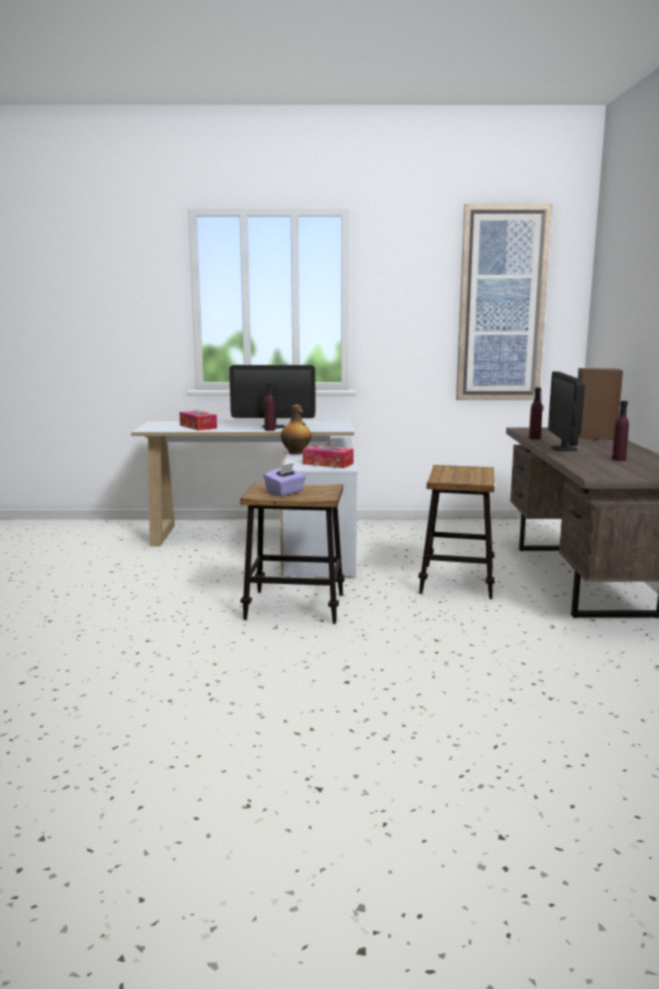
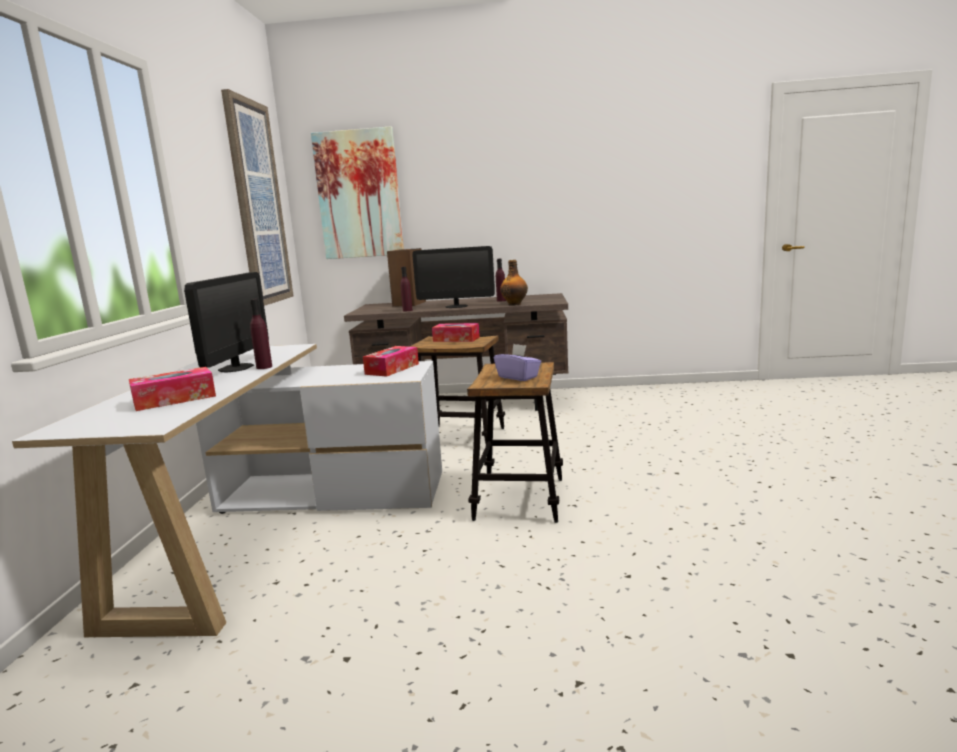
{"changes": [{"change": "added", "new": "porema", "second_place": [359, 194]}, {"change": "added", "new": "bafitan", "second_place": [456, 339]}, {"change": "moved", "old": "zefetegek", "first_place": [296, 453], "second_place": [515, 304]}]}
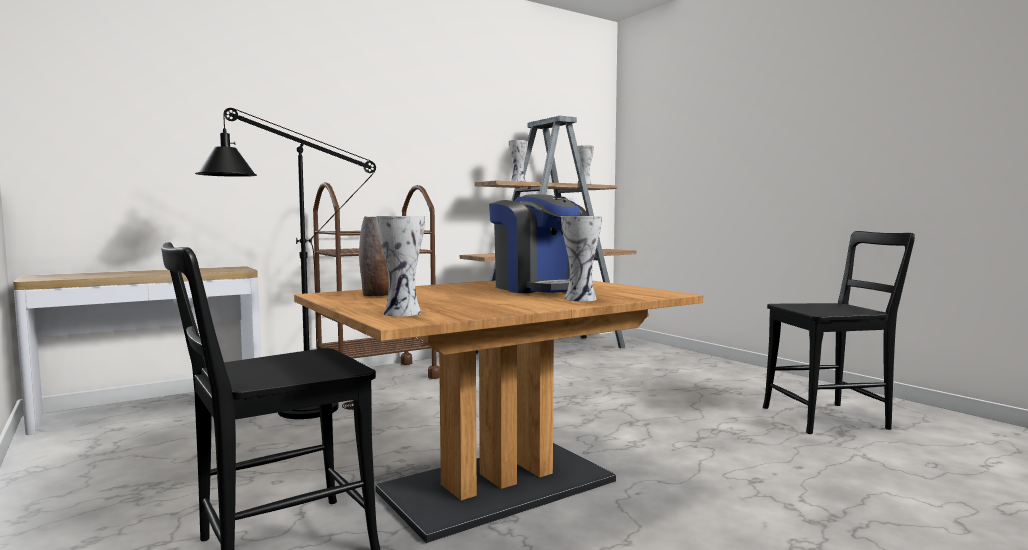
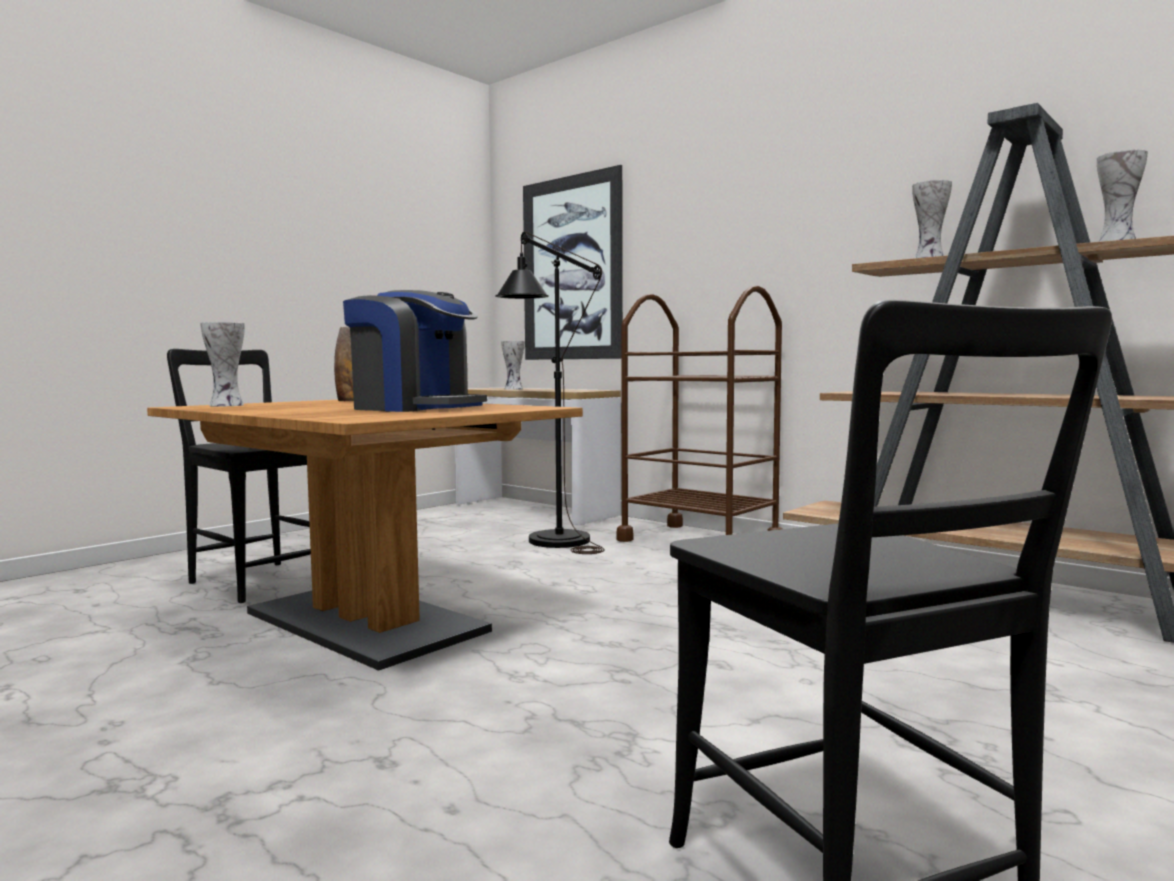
{"changes": [{"change": "added", "new": "porema", "second_place": [571, 268]}, {"change": "moved", "old": "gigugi", "first_place": [582, 299], "second_place": [514, 389]}, {"change": "turned", "old": "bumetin", "first_place": [540, 288], "second_place": [416, 408], "degrees": -105}]}
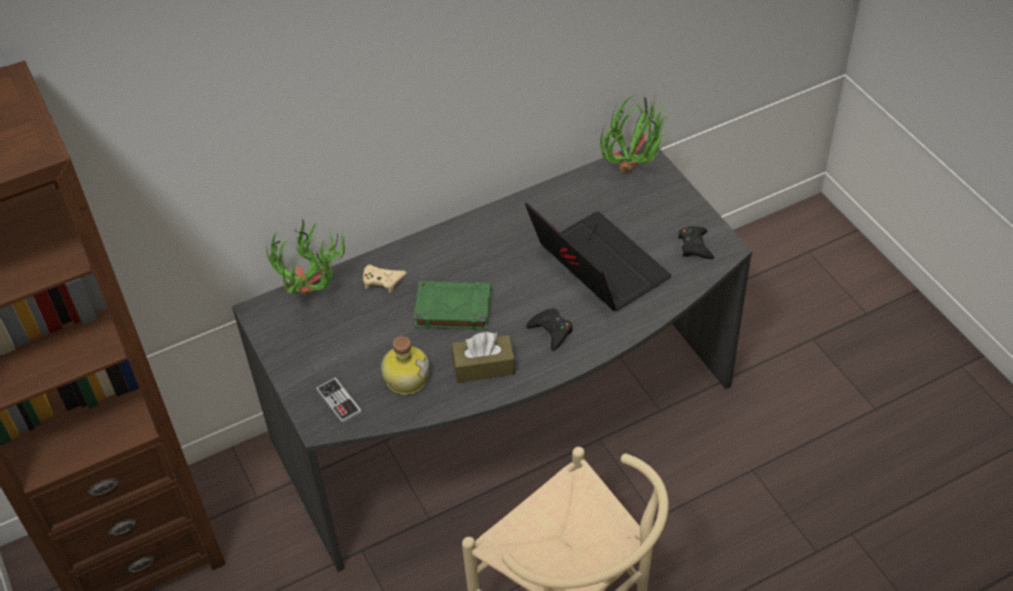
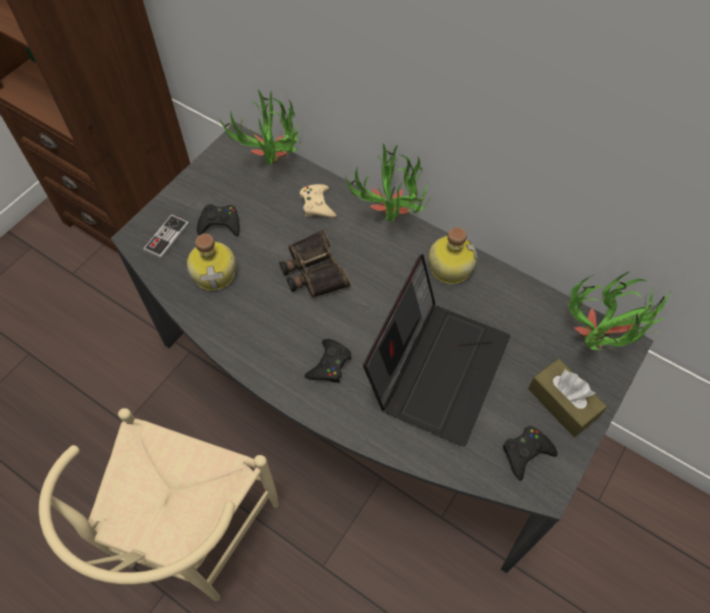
{"changes": [{"change": "added", "new": "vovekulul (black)", "second_place": [220, 223]}, {"change": "added", "new": "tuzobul", "second_place": [389, 222]}, {"change": "added", "new": "zefetegek", "second_place": [449, 267]}, {"change": "moved", "old": "bafitan (brown)", "first_place": [483, 366], "second_place": [562, 403]}, {"change": "replaced", "old": "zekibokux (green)", "new": "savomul", "first_place": [452, 309], "second_place": [312, 271]}]}
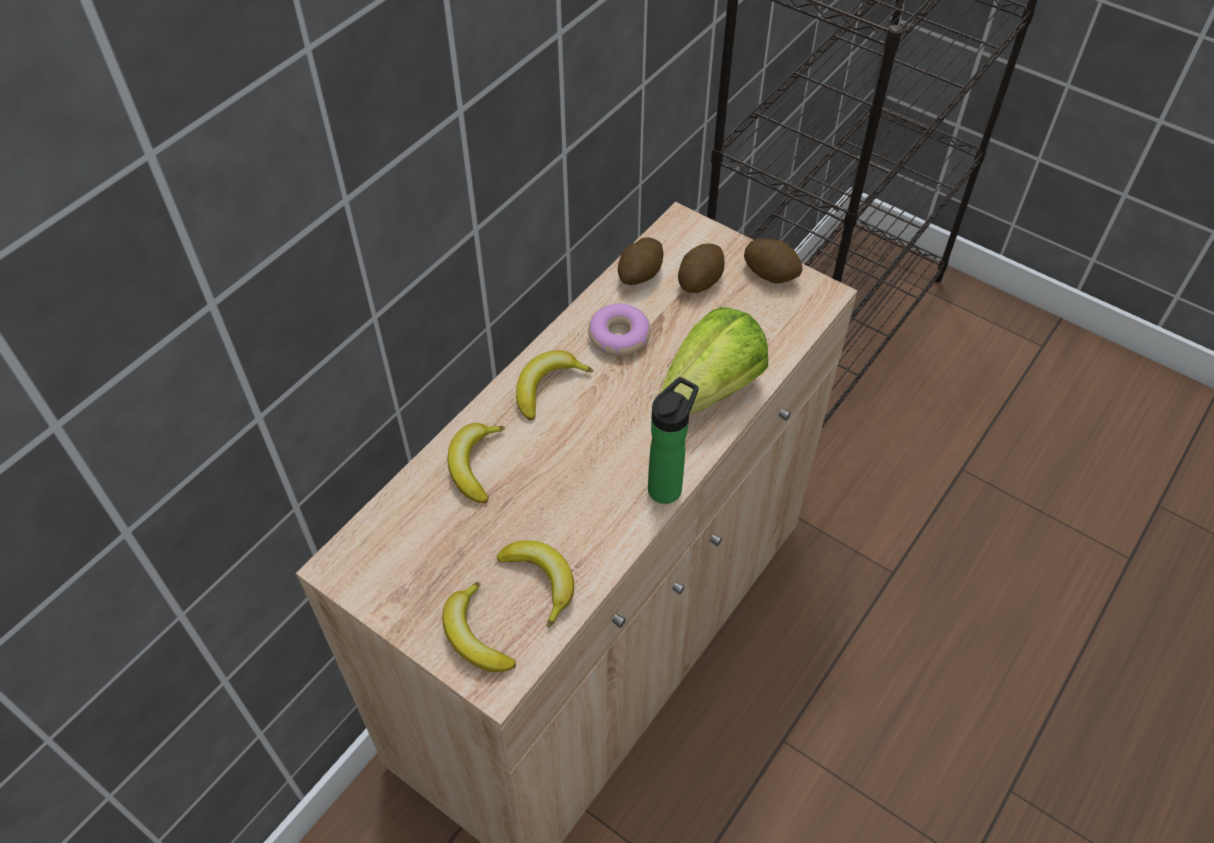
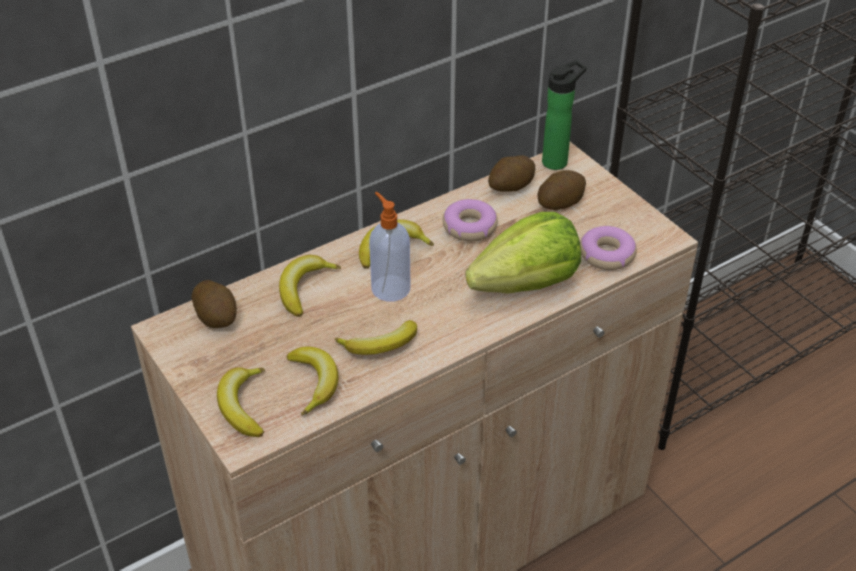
{"changes": [{"change": "added", "new": "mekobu", "second_place": [381, 346]}, {"change": "added", "new": "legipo", "second_place": [390, 287]}, {"change": "added", "new": "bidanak", "second_place": [606, 254]}, {"change": "moved", "old": "zefetegek", "first_place": [667, 486], "second_place": [558, 161]}, {"change": "moved", "old": "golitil", "first_place": [771, 273], "second_place": [217, 317]}]}
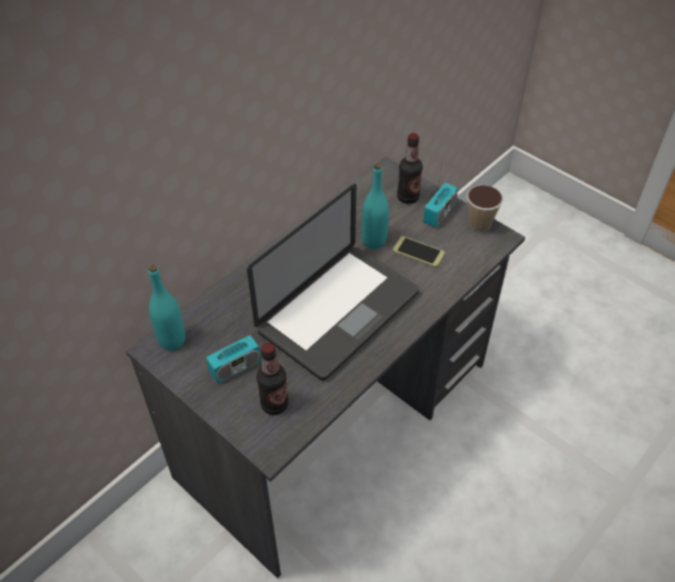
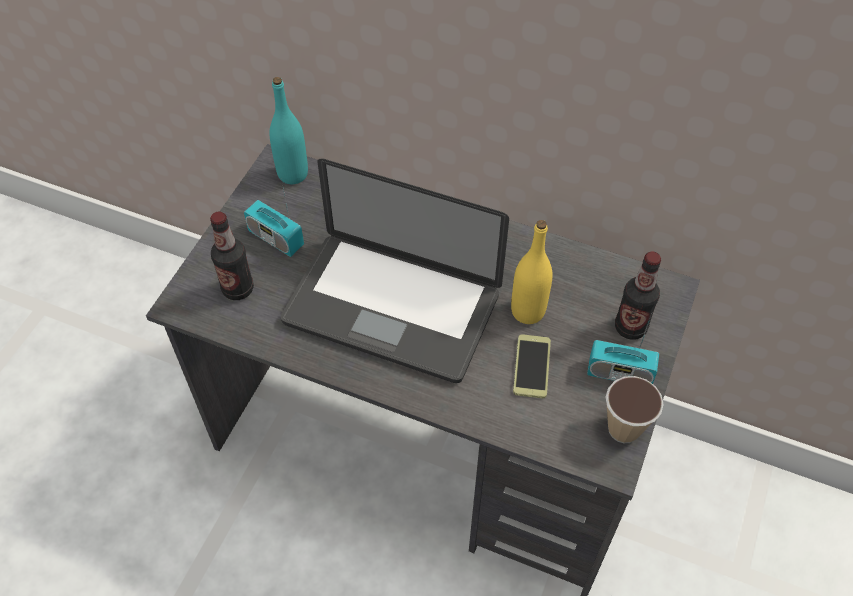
{"changes": [{"change": "recoloured", "old": "zefetegek (turquoise)", "new": "zefetegek (yellow)", "first_place": [374, 241], "second_place": [528, 311]}]}
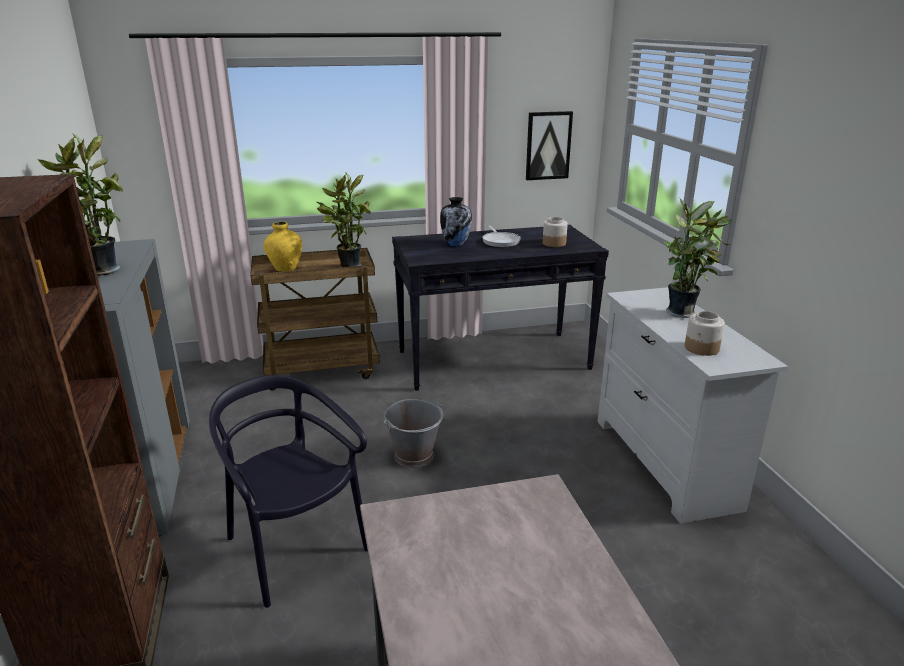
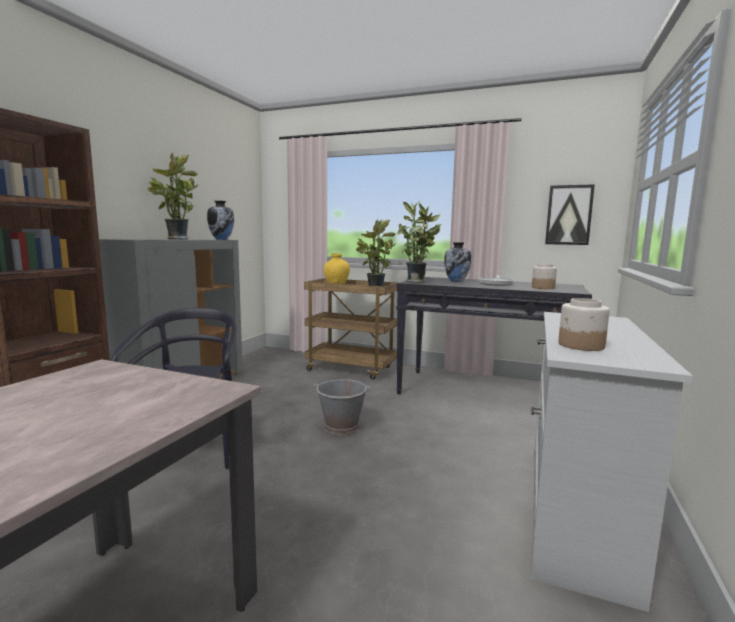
{"changes": [{"change": "added", "new": "gigugi", "second_place": [222, 239]}, {"change": "moved", "old": "tuzobul", "first_place": [683, 312], "second_place": [418, 281]}]}
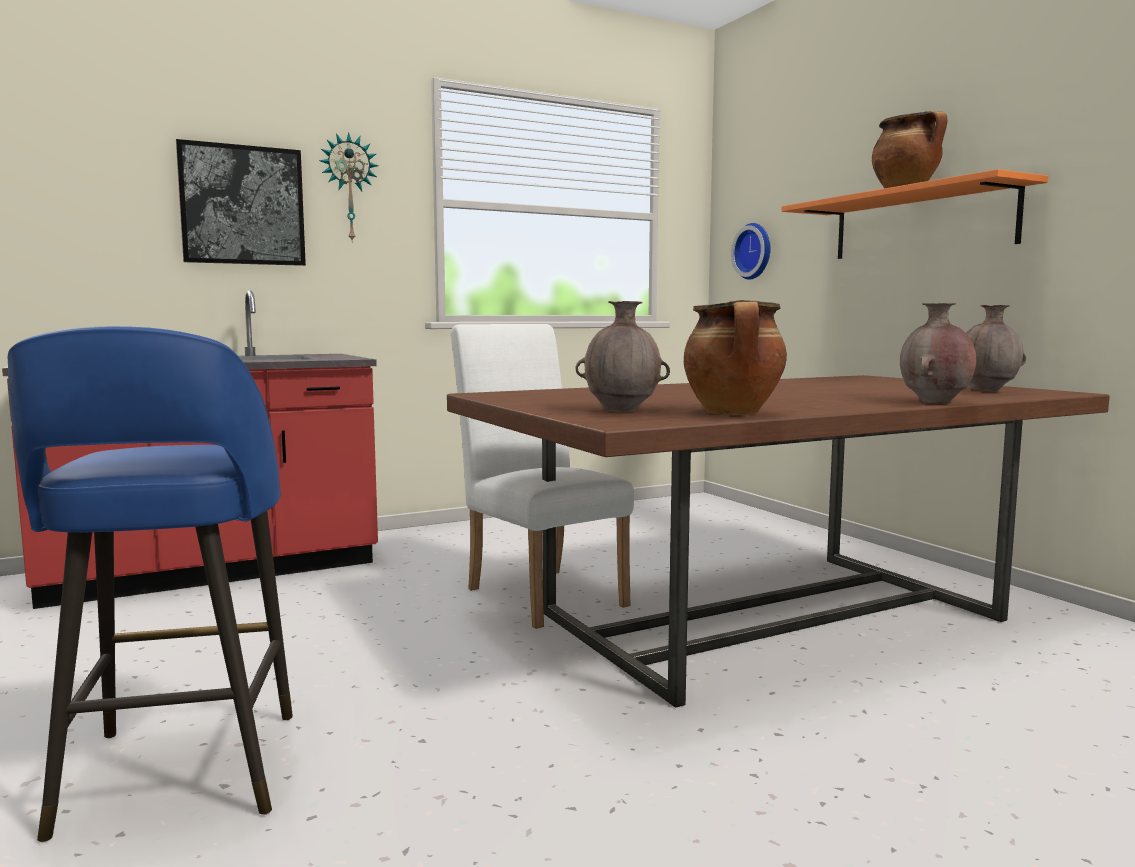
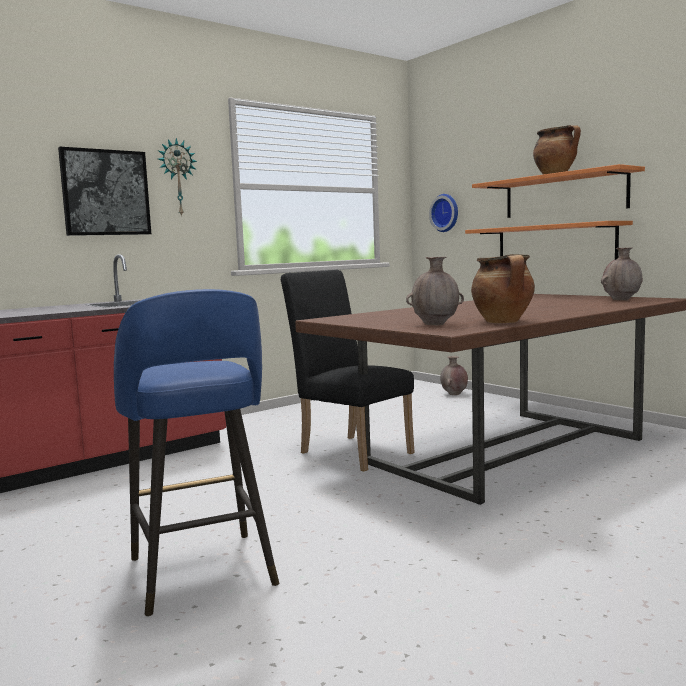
{"changes": [{"change": "added", "new": "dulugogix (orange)", "second_place": [555, 243]}, {"change": "moved", "old": "gigugi (brown)", "first_place": [935, 402], "second_place": [454, 394]}, {"change": "recoloured", "old": "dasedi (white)", "new": "dasedi (black)", "first_place": [540, 593], "second_place": [351, 450]}]}
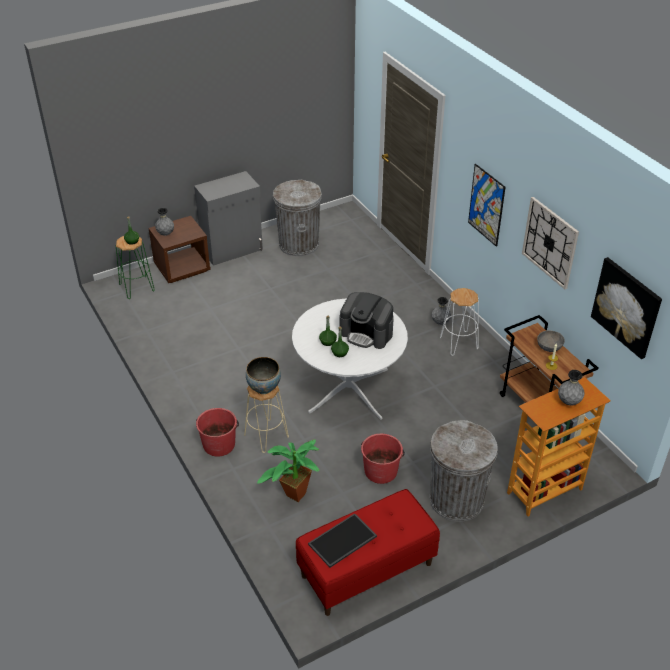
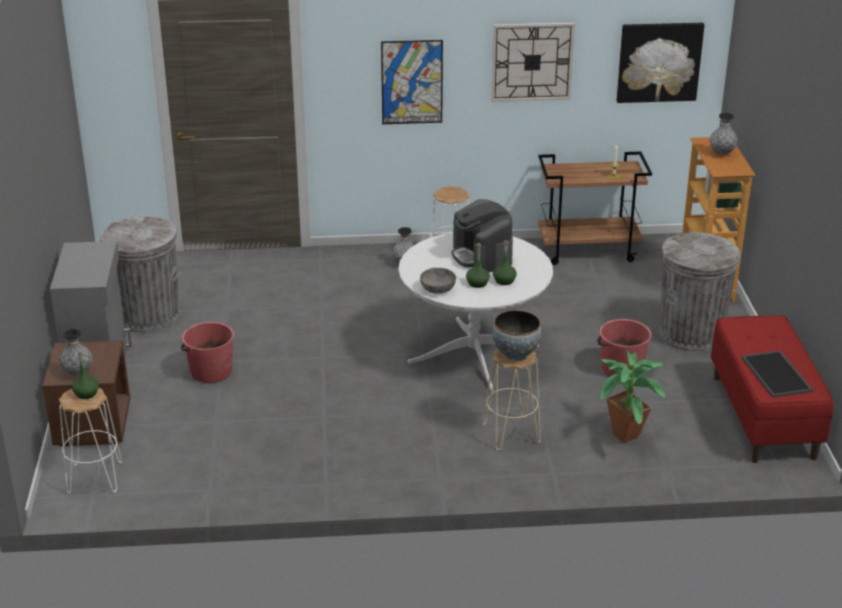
{"changes": [{"change": "moved", "old": "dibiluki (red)", "first_place": [219, 444], "second_place": [210, 371]}, {"change": "moved", "old": "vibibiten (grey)", "first_place": [549, 347], "second_place": [438, 289]}, {"change": "recoloured", "old": "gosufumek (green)", "new": "gosufumek (white)", "first_place": [136, 287], "second_place": [94, 478]}, {"change": "turned", "old": "bumetin", "first_place": [366, 333], "second_place": [482, 256], "degrees": 105}]}
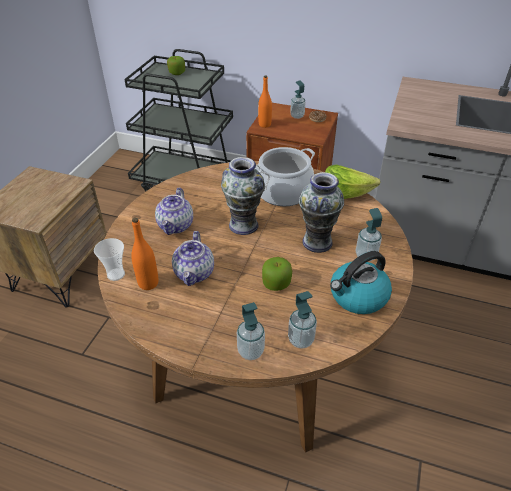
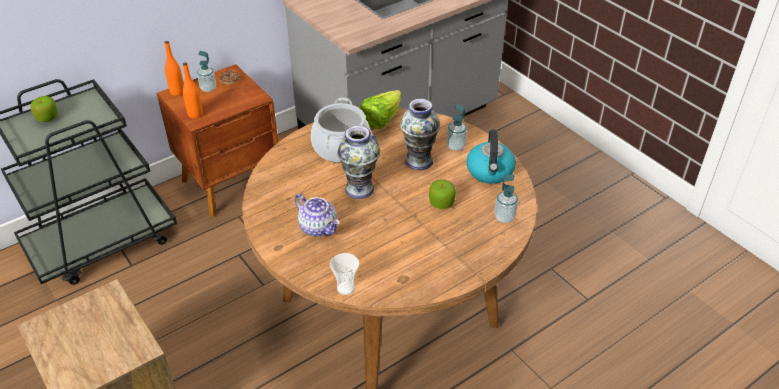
{"changes": [{"change": "removed", "old": "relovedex", "first_place": [195, 273]}, {"change": "removed", "old": "legipo", "first_place": [250, 351]}, {"change": "moved", "old": "zefetegek (orange)", "first_place": [148, 283], "second_place": [177, 92]}]}
